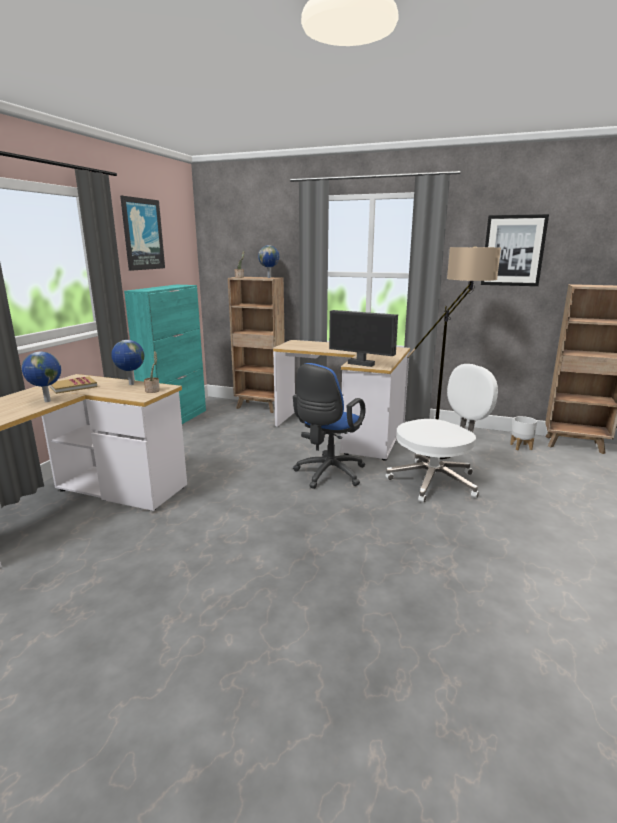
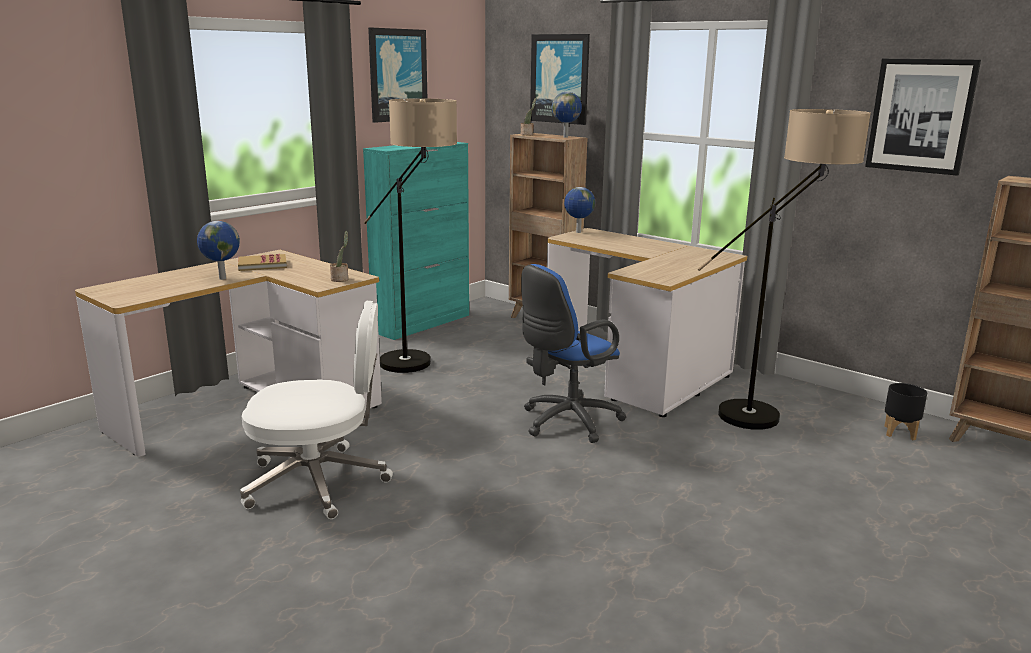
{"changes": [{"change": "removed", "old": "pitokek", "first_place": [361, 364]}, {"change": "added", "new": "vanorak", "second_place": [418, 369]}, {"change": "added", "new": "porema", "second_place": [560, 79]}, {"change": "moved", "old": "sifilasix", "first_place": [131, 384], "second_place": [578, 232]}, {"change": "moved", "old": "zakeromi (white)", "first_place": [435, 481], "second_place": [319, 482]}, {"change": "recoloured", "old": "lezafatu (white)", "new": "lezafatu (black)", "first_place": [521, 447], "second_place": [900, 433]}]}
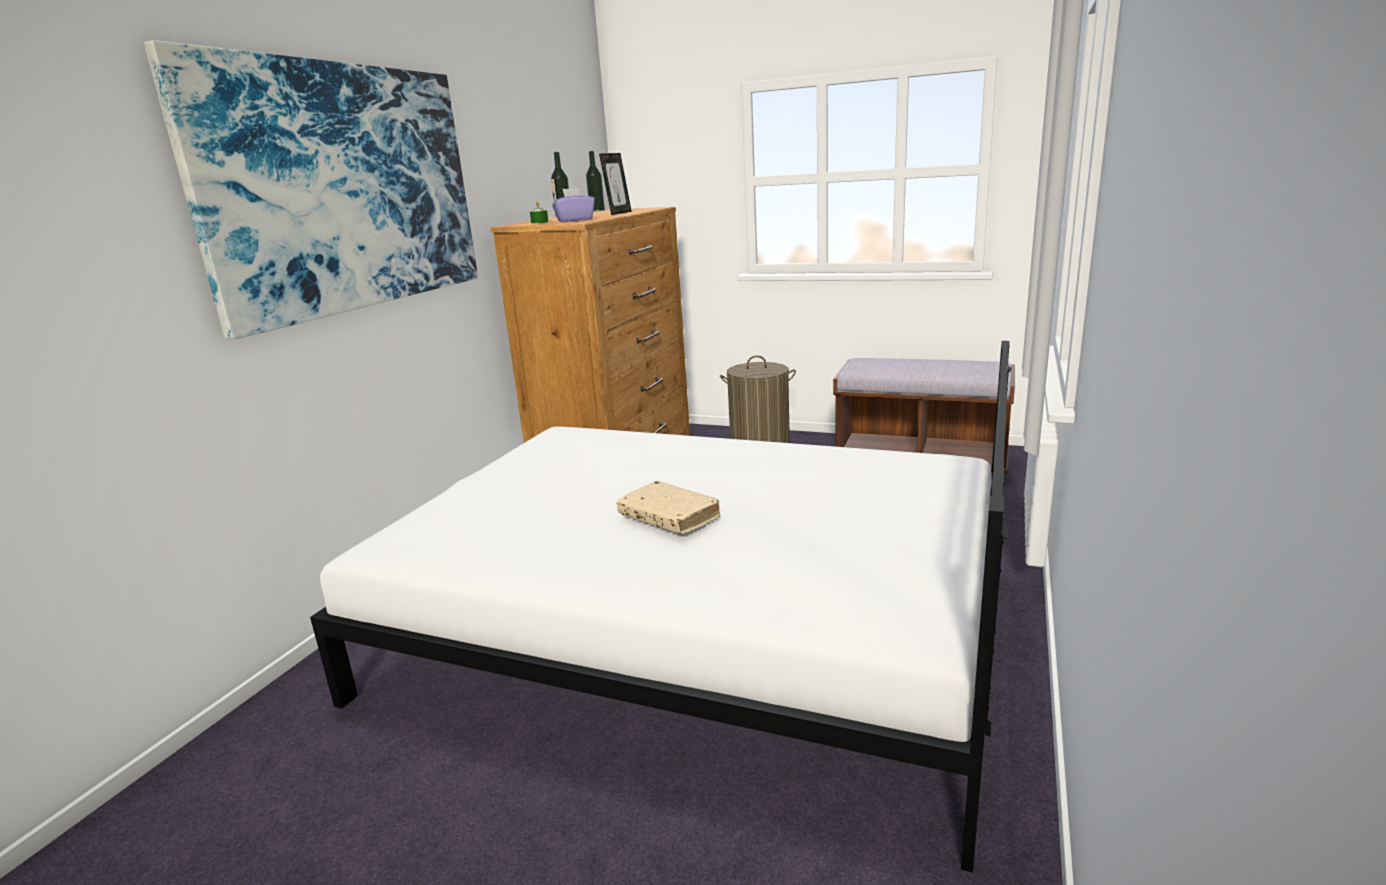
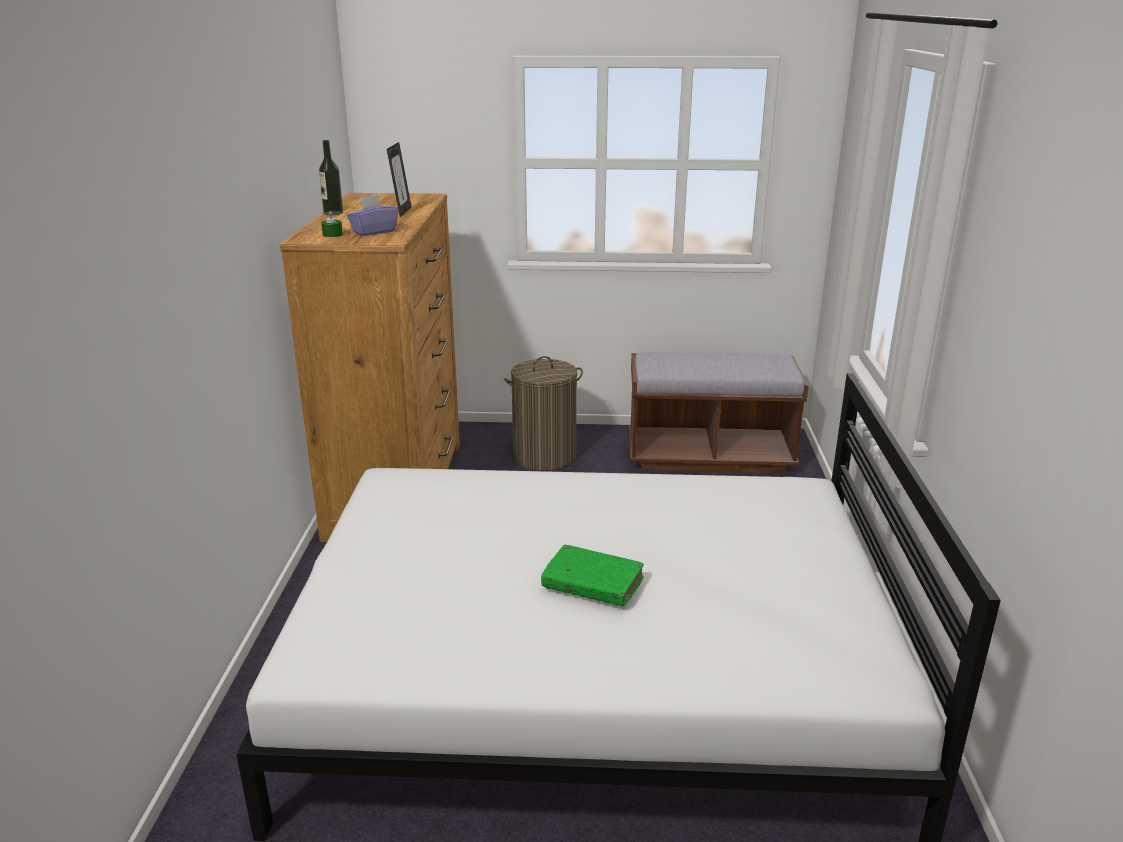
{"changes": [{"change": "removed", "old": "porema", "first_place": [346, 188]}, {"change": "removed", "old": "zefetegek", "first_place": [597, 211]}, {"change": "recoloured", "old": "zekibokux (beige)", "new": "zekibokux (green)", "first_place": [669, 517], "second_place": [592, 585]}]}
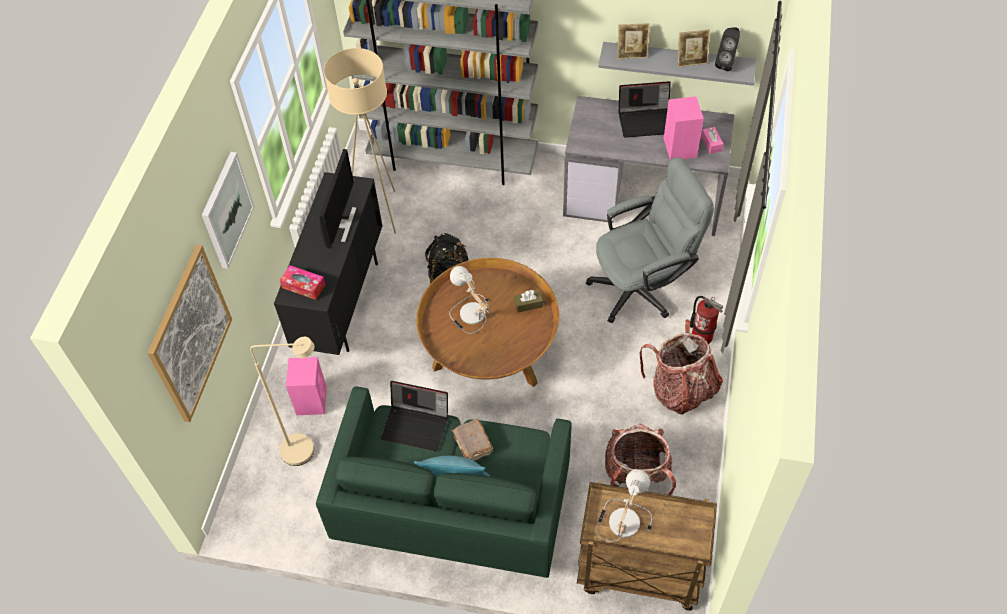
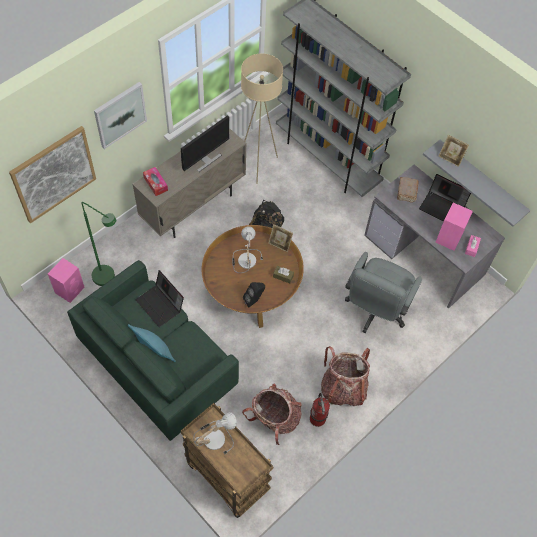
{"changes": [{"change": "moved", "old": "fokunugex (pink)", "first_place": [311, 400], "second_place": [70, 289]}, {"change": "moved", "old": "zekibokux (brown)", "first_place": [472, 445], "second_place": [406, 192]}, {"change": "moved", "old": "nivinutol", "first_place": [691, 61], "second_place": [280, 244]}, {"change": "moved", "old": "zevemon", "first_place": [701, 336], "second_place": [318, 418]}, {"change": "moved", "old": "fokunugex (black)", "first_place": [726, 63], "second_place": [254, 301]}, {"change": "recoloured", "old": "vanorak (beige)", "new": "vanorak (green)", "first_place": [307, 449], "second_place": [109, 279]}, {"change": "recoloured", "old": "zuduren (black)", "new": "zuduren (beige)", "first_place": [342, 303], "second_place": [193, 206]}, {"change": "turned", "old": "zakeromi (grey)", "first_place": [642, 287], "second_place": [374, 311], "degrees": 105}]}
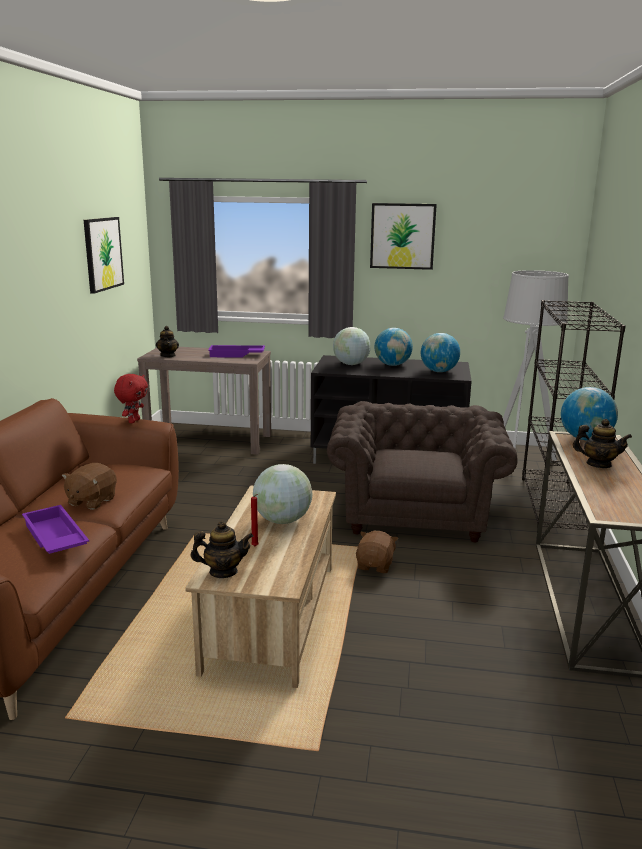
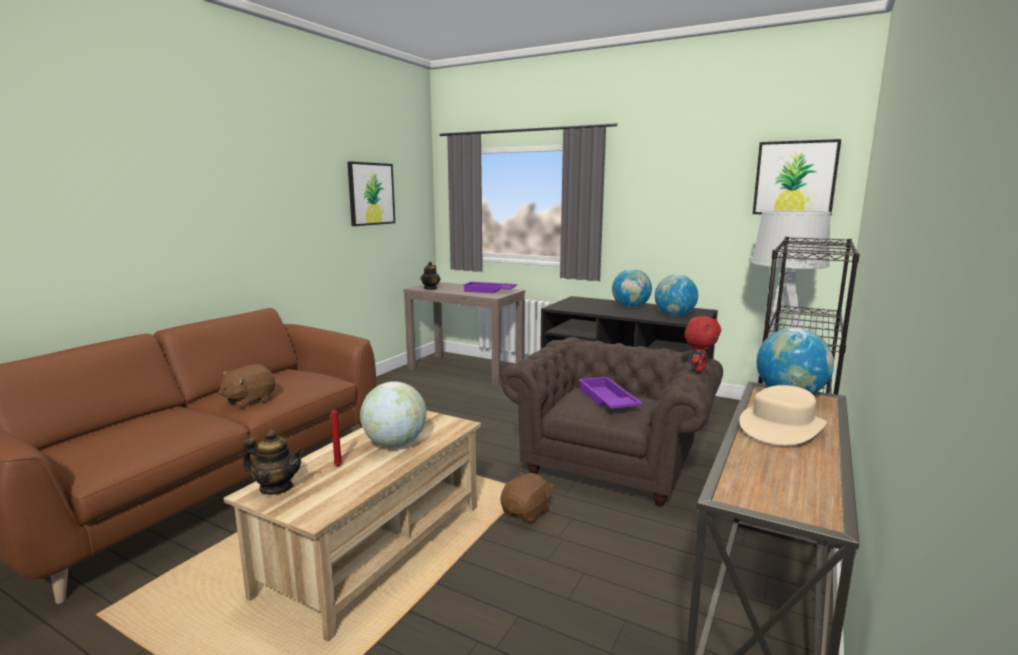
{"changes": [{"change": "removed", "old": "sifilasix", "first_place": [351, 364]}, {"change": "moved", "old": "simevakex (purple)", "first_place": [53, 538], "second_place": [606, 400]}, {"change": "moved", "old": "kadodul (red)", "first_place": [133, 421], "second_place": [699, 369]}, {"change": "moved", "old": "porema", "first_place": [402, 236], "second_place": [795, 178]}, {"change": "replaced", "old": "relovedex", "new": "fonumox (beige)", "first_place": [598, 464], "second_place": [781, 427]}]}
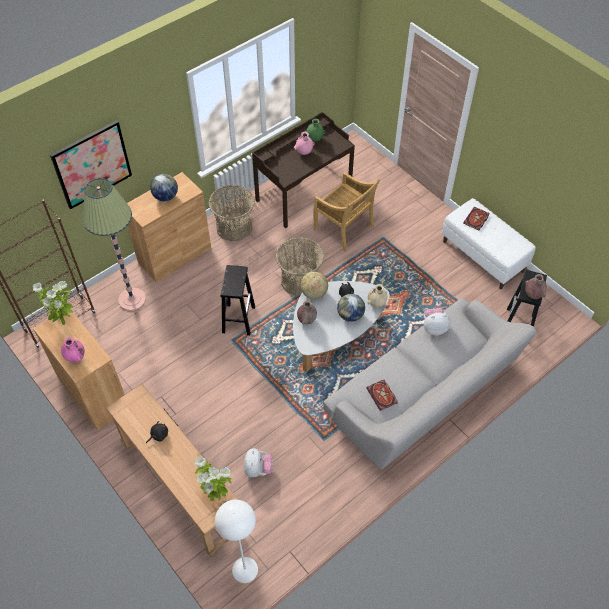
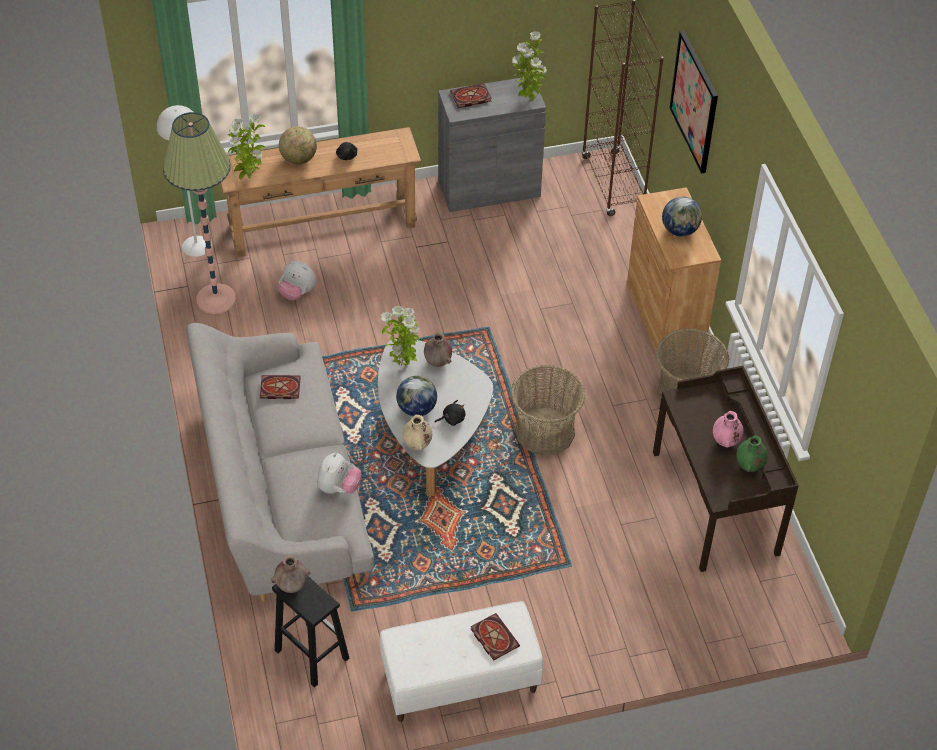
{"changes": [{"change": "removed", "old": "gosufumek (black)", "first_place": [238, 319]}, {"change": "removed", "old": "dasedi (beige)", "first_place": [344, 229]}, {"change": "added", "new": "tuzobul", "second_place": [402, 365]}, {"change": "moved", "old": "vanorak", "first_place": [132, 299], "second_place": [216, 299]}, {"change": "moved", "old": "sifilasix", "first_place": [314, 293], "second_place": [299, 159]}, {"change": "replaced", "old": "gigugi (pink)", "new": "zekibokux", "first_place": [76, 357], "second_place": [470, 97]}, {"change": "recoloured", "old": "zuduren (brown)", "new": "zuduren (grey)", "first_place": [93, 393], "second_place": [489, 188]}]}
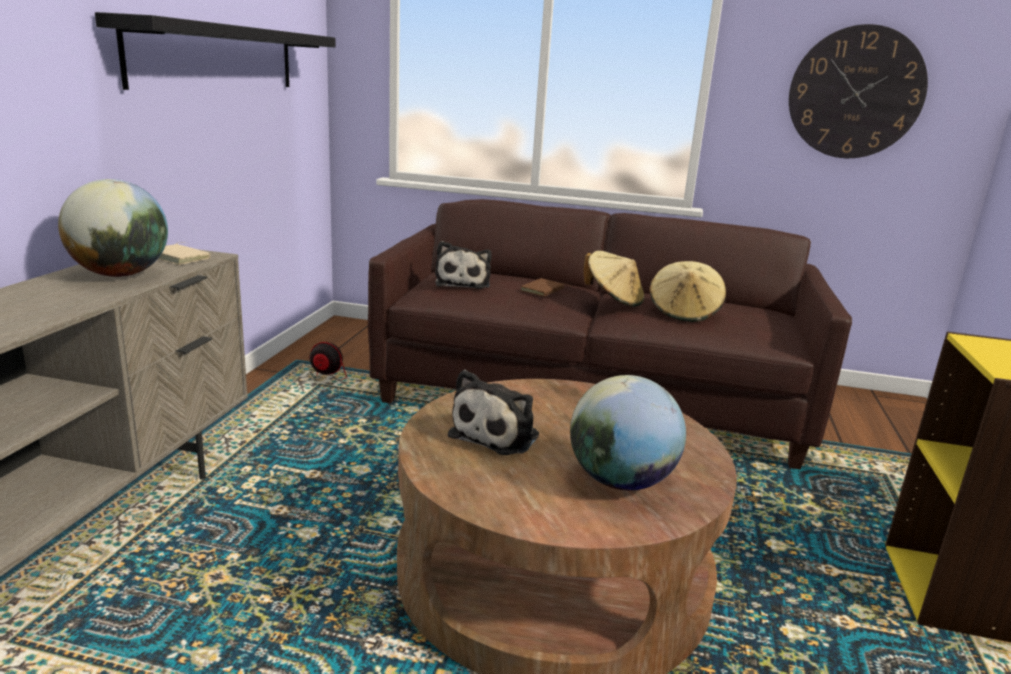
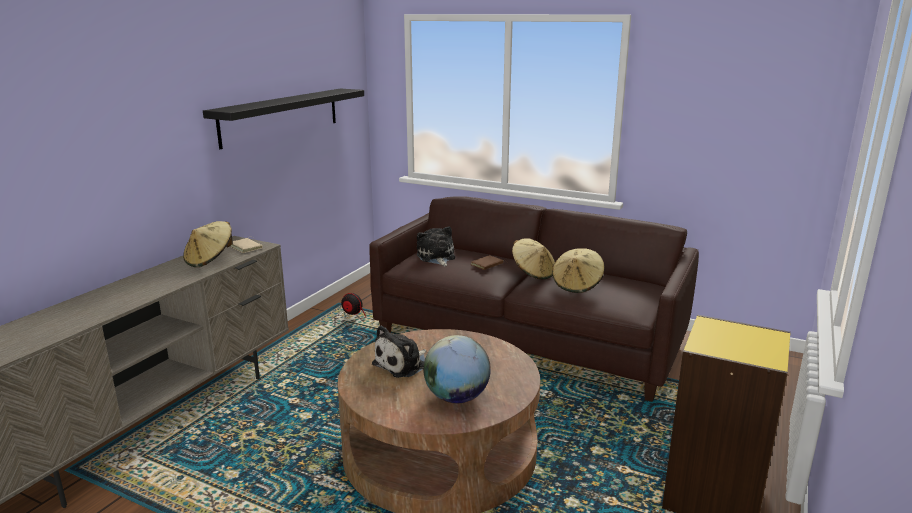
{"changes": [{"change": "removed", "old": "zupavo", "first_place": [856, 93]}, {"change": "replaced", "old": "sifilasix", "new": "fonumox (beige)", "first_place": [121, 274], "second_place": [210, 260]}, {"change": "turned", "old": "kadodul", "first_place": [463, 283], "second_place": [436, 257], "degrees": 150}]}
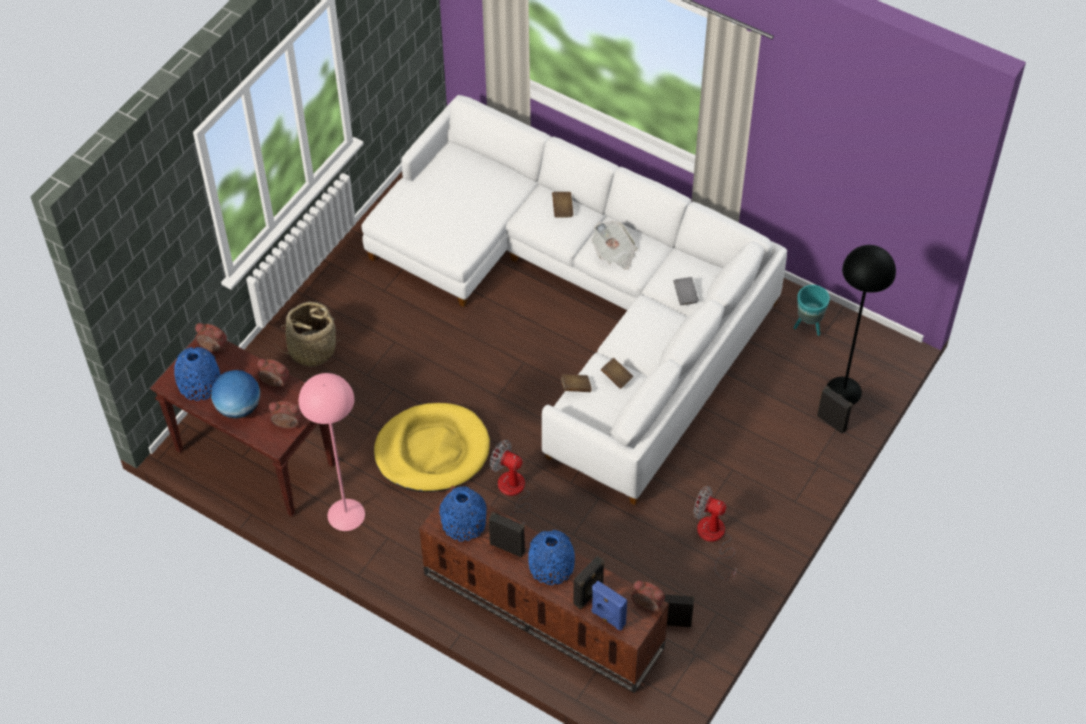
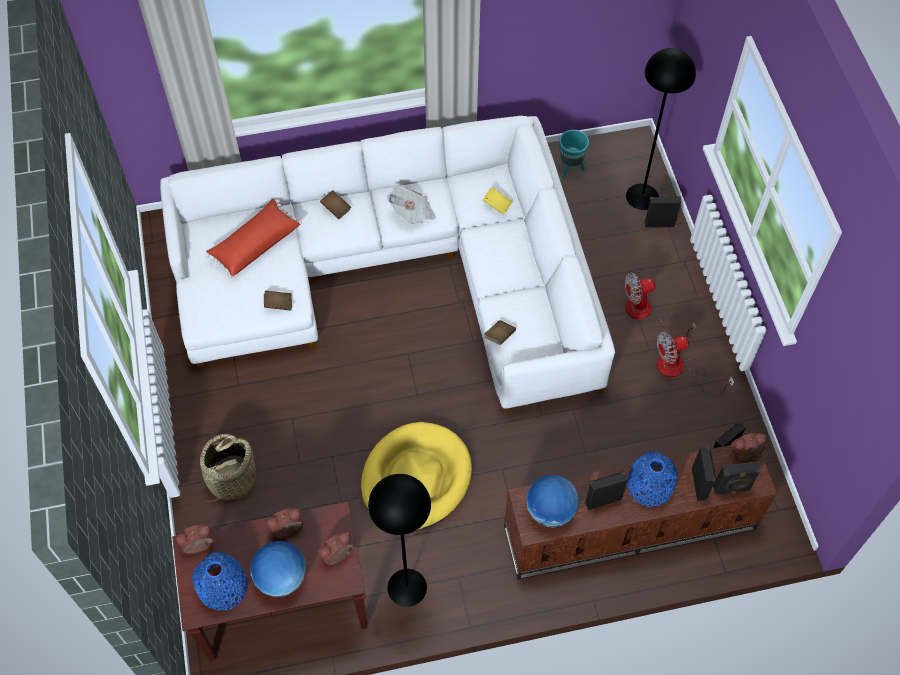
{"changes": [{"change": "added", "new": "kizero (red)", "second_place": [254, 244]}, {"change": "moved", "old": "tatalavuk", "first_place": [512, 493], "second_place": [646, 313]}, {"change": "moved", "old": "zekibokux (brown)", "first_place": [616, 377], "second_place": [278, 304]}, {"change": "replaced", "old": "gigugi (blue)", "new": "sifilasix", "first_place": [464, 523], "second_place": [550, 511]}, {"change": "recoloured", "old": "vanorak (pink)", "new": "vanorak (black)", "first_place": [345, 515], "second_place": [407, 588]}, {"change": "recoloured", "old": "fokunugex (blue)", "new": "fokunugex (black)", "first_place": [607, 618], "second_place": [731, 489]}, {"change": "recoloured", "old": "zekibokux (grey)", "new": "zekibokux (yellow)", "first_place": [685, 295], "second_place": [497, 205]}]}
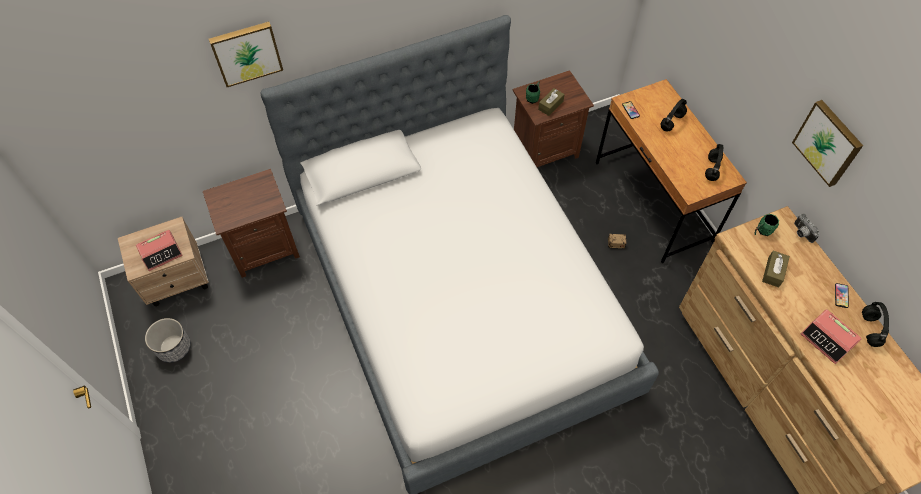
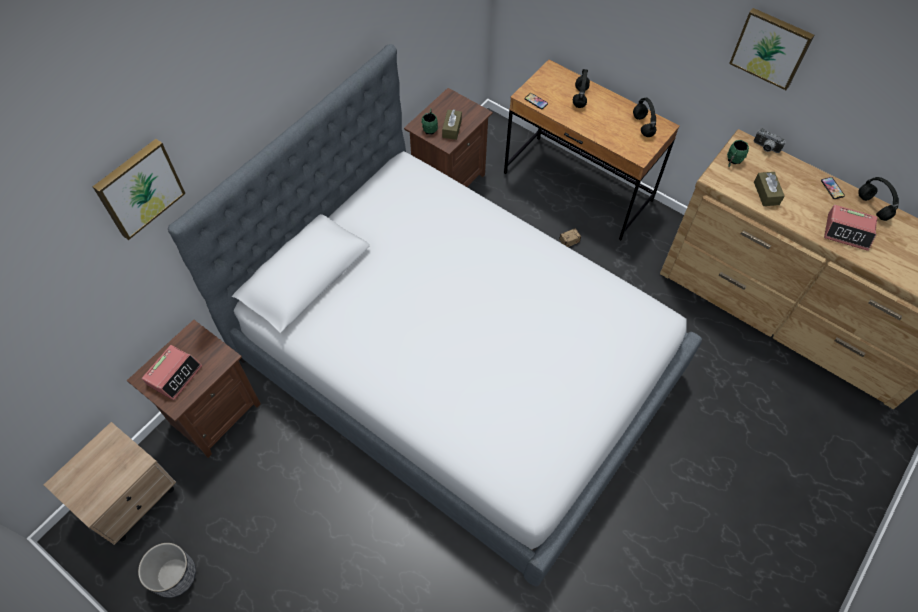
{"changes": [{"change": "moved", "old": "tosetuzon", "first_place": [161, 253], "second_place": [174, 375]}]}
